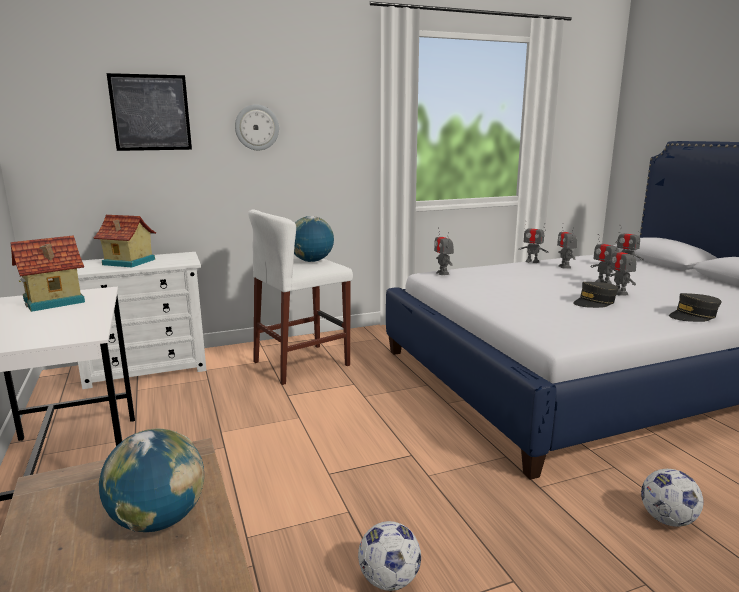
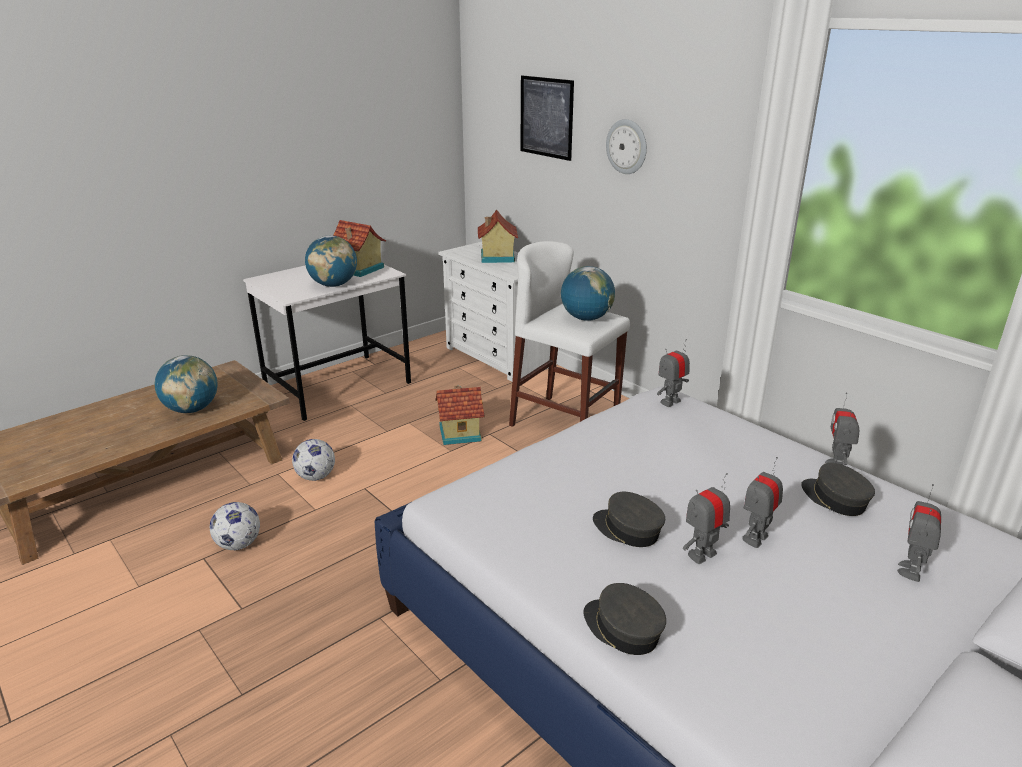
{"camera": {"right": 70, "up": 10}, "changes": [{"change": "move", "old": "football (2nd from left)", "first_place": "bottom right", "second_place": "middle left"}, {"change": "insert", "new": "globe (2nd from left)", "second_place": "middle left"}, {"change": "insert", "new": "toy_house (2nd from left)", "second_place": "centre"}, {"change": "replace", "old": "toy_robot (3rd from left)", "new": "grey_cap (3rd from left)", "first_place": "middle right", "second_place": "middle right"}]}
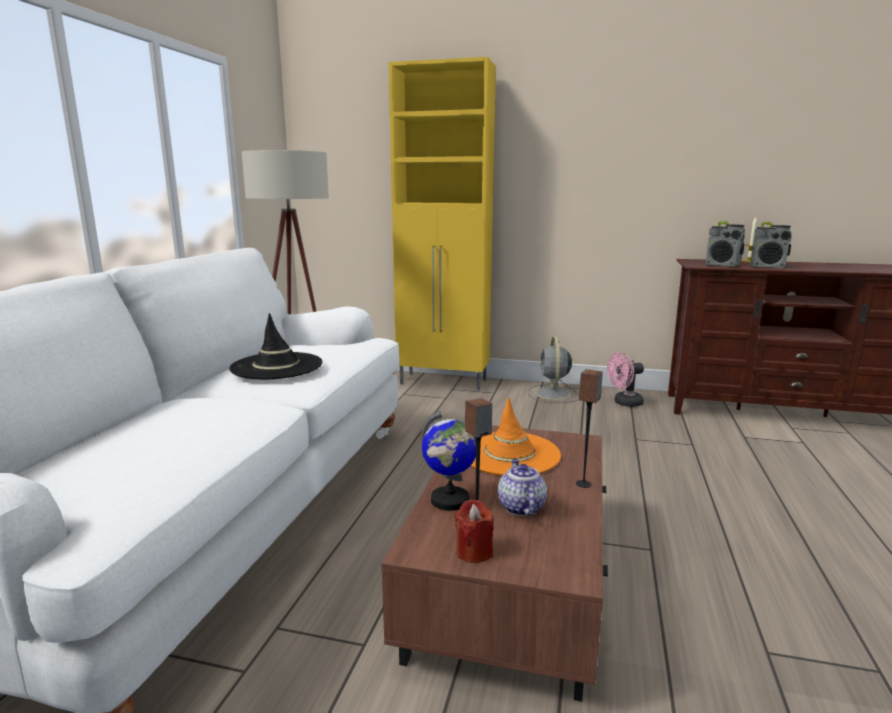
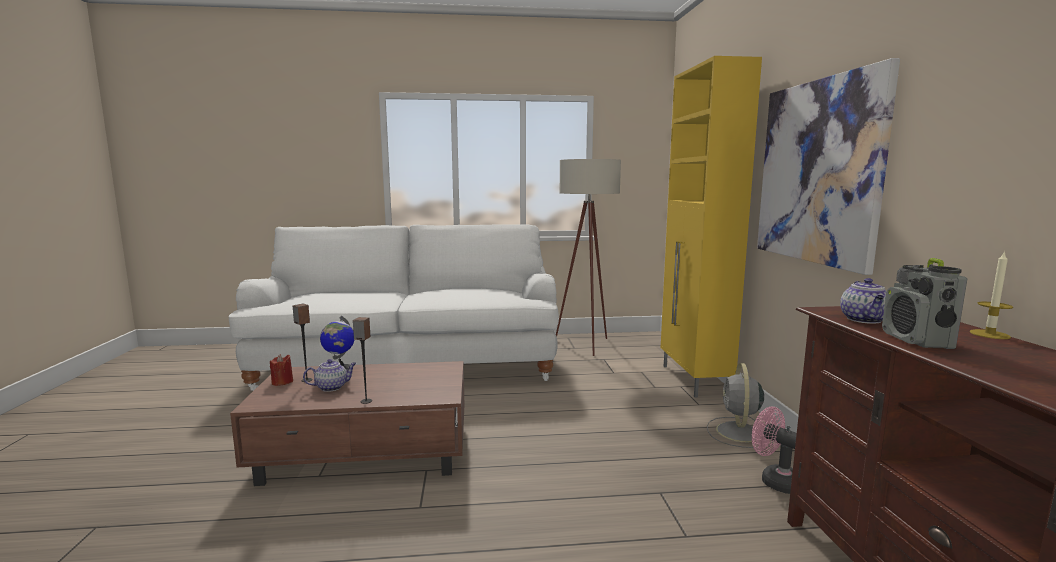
{"camera": {"right": 70, "up": -5}, "changes": [{"change": "rotate", "old": "grey_fan", "first_place": "centre", "second_place": "bottom right", "degrees": -60}, {"change": "insert", "new": "picture", "second_place": "top right"}, {"change": "replace", "old": "radio (1st from left)", "new": "teapot (2nd from left)", "first_place": "middle right", "second_place": "middle right"}, {"change": "delete", "old": "black_hat", "first_place": "middle left"}, {"change": "delete", "old": "orange_hat", "first_place": "centre"}]}
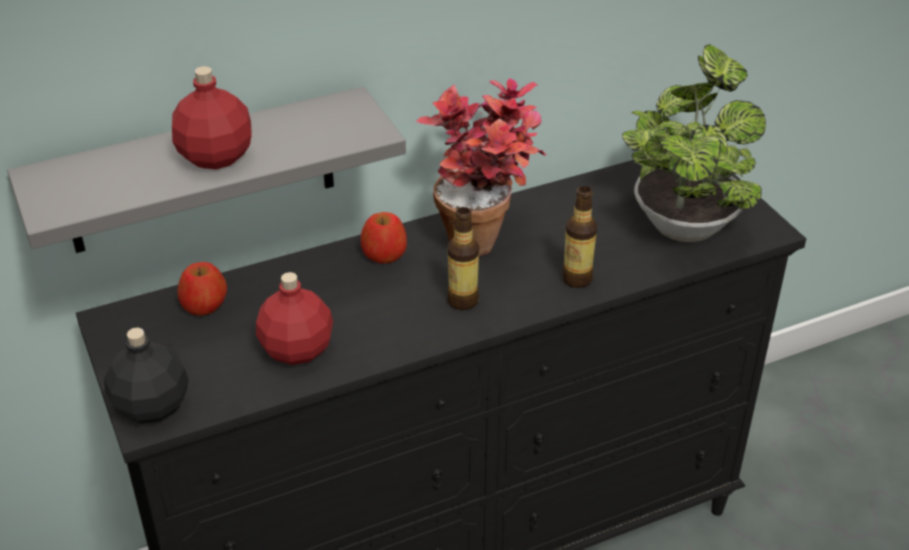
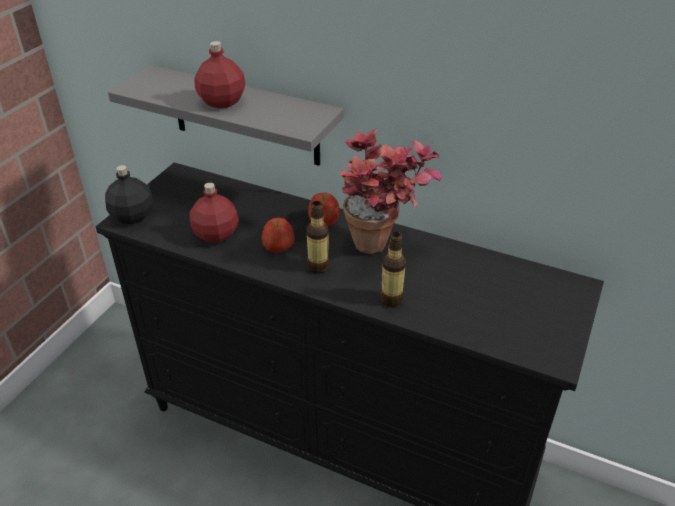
{"camera": {"right": 50, "up": 0}, "changes": [{"change": "move", "old": "apple (1st from left)", "first_place": "middle left", "second_place": "centre"}, {"change": "delete", "old": "potted_plant (2nd from left)", "first_place": "top right"}]}
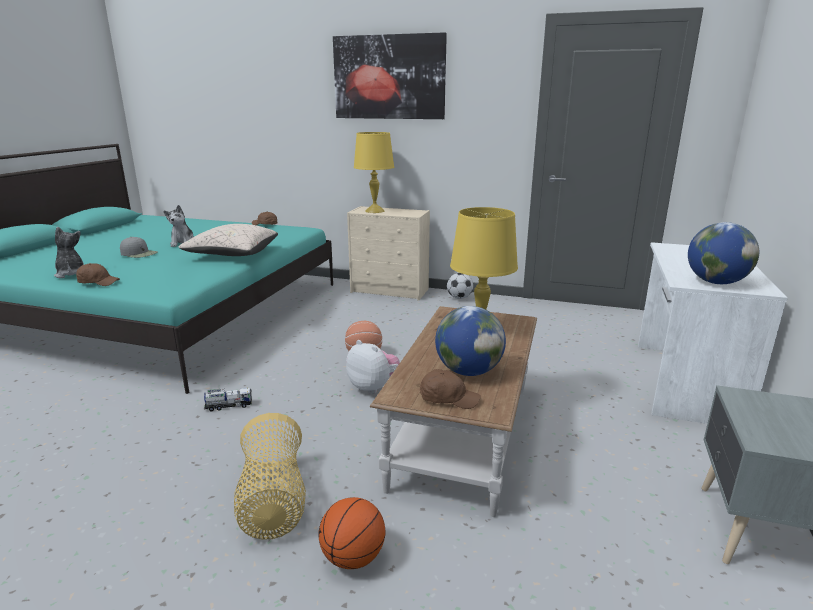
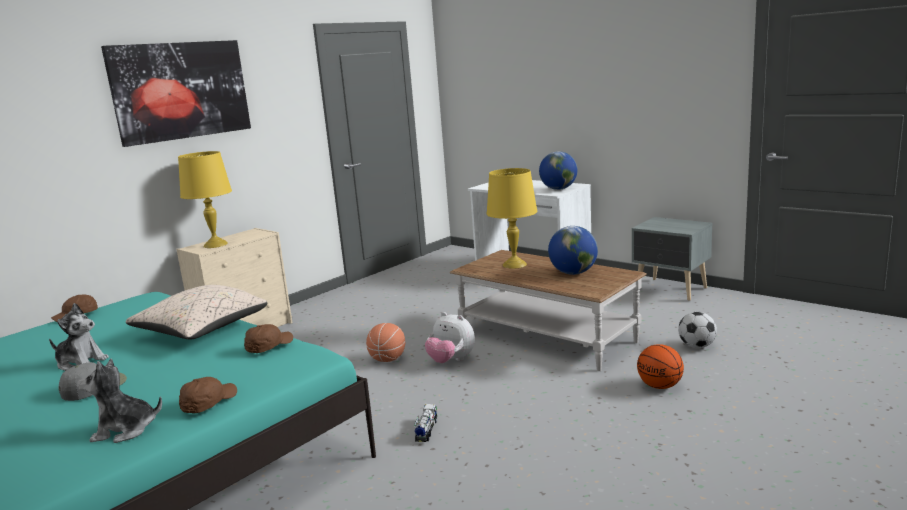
{"camera": {"right": -65, "up": -5}, "changes": [{"change": "move", "old": "brown_cap (3rd from left)", "first_place": "centre", "second_place": "middle left"}, {"change": "rotate", "old": "plush_toy (3rd from left)", "first_place": "centre", "second_place": "centre", "degrees": -120}, {"change": "move", "old": "football", "first_place": "centre", "second_place": "middle right"}, {"change": "delete", "old": "basket", "first_place": "bottom left"}]}
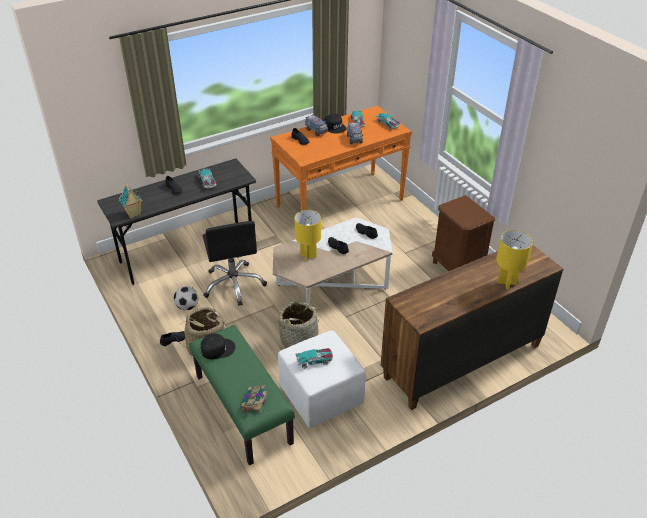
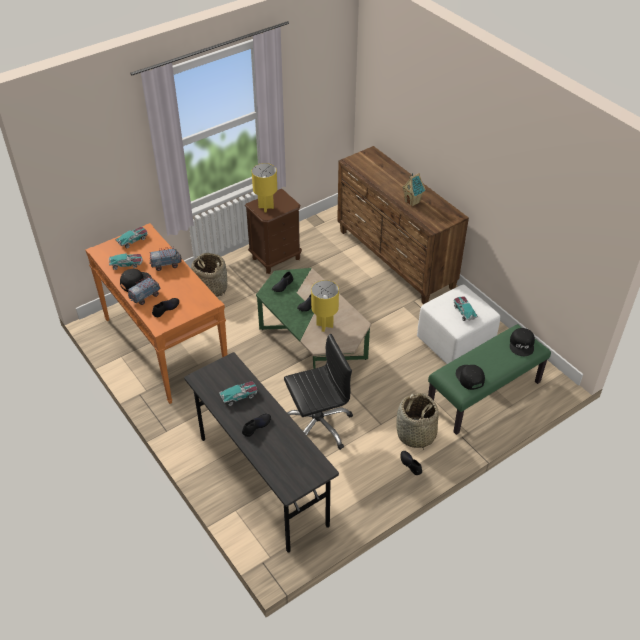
{"camera": {"right": -95, "up": 5}, "changes": [{"change": "move", "old": "basket (2nd from left in the first image)", "new": "basket (1st from left)", "first_place": "centre", "second_place": "middle left"}, {"change": "move", "old": "yellow_table_lamp (2nd from left in the first image)", "new": "yellow_table_lamp (1st from left)", "first_place": "middle right", "second_place": "top centre"}, {"change": "recolor", "old": "white_coffee_table", "new": "green_coffee_table", "first_place": "centre", "second_place": "centre"}, {"change": "move", "old": "toy_house", "first_place": "middle left", "second_place": "top centre"}, {"change": "replace", "old": "book", "new": "black_cap (3rd from left)", "first_place": "bottom centre", "second_place": "middle right"}, {"change": "delete", "old": "football", "first_place": "middle left"}]}
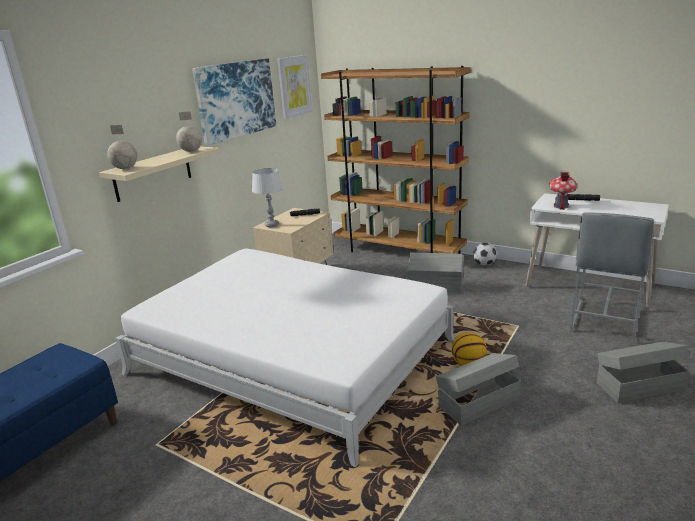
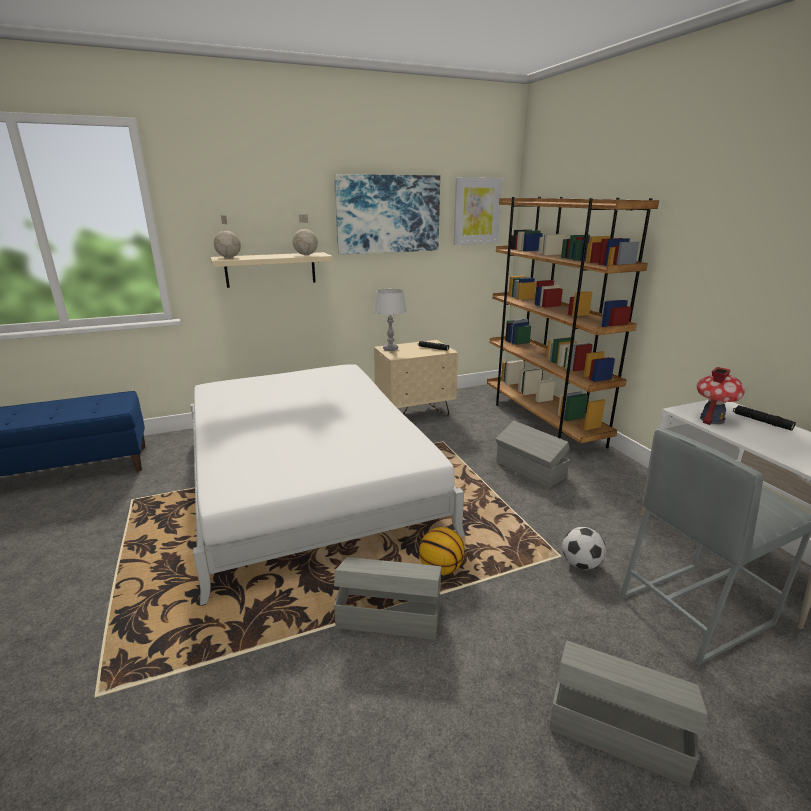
{"camera": {"right": 35, "up": 0}, "changes": [{"change": "move", "old": "football", "first_place": "middle right", "second_place": "bottom right"}]}
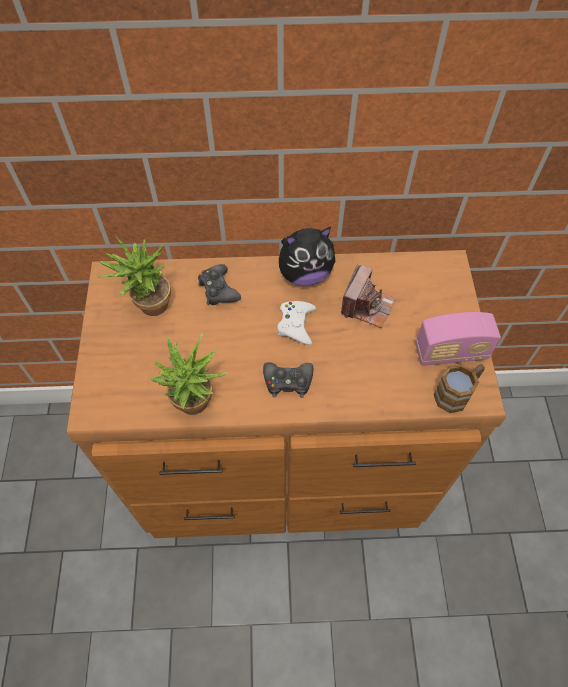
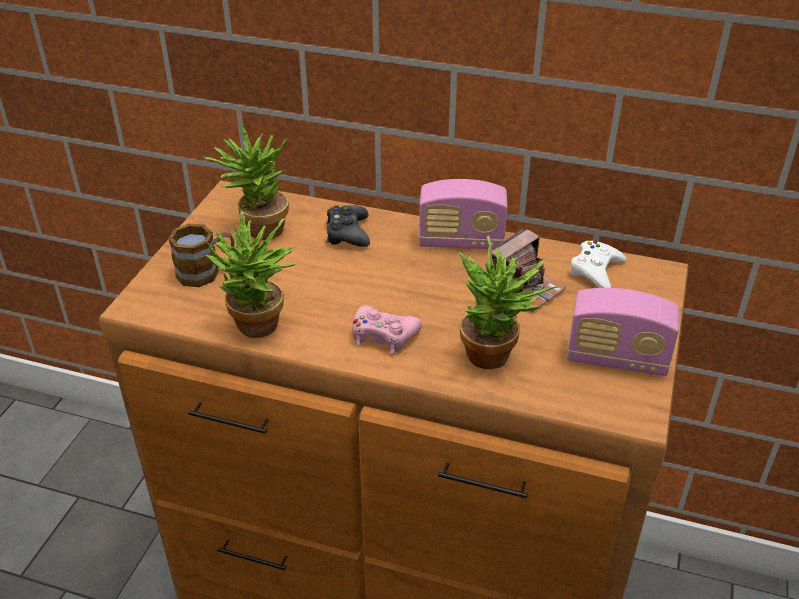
{"camera": {"right": 20, "up": -20}, "changes": [{"change": "move", "old": "mug", "first_place": "middle right", "second_place": "middle left"}, {"change": "recolor", "old": "black_game_controller (2nd from left)", "new": "pink_game_controller", "first_place": "centre", "second_place": "centre"}, {"change": "replace", "old": "plush_toy", "new": "radio (1st from left)", "first_place": "centre", "second_place": "centre"}, {"change": "insert", "new": "potted_plant (3rd from left)", "second_place": "centre"}, {"change": "move", "old": "white_game_controller", "first_place": "centre", "second_place": "middle right"}]}
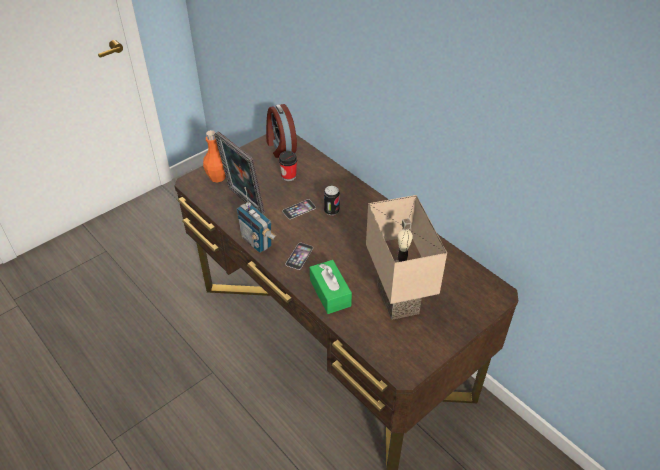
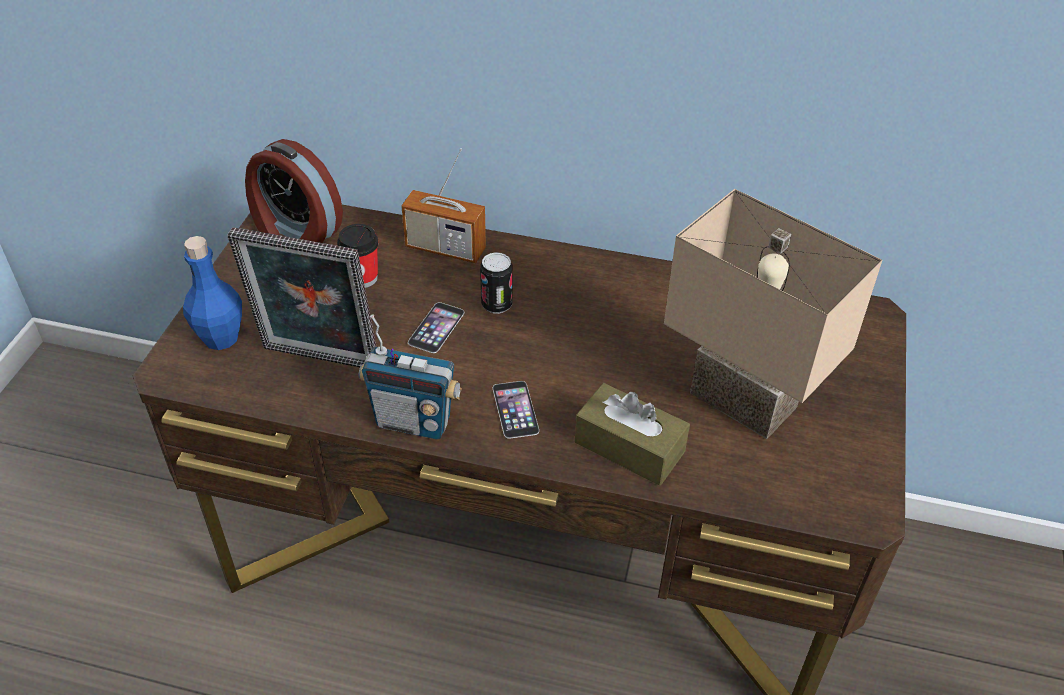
{"camera": {"right": -35, "up": 0}, "changes": [{"change": "recolor", "old": "orange_bottle", "new": "blue_bottle", "first_place": "top left", "second_place": "middle left"}, {"change": "insert", "new": "radio (2nd from left)", "second_place": "top centre"}, {"change": "recolor", "old": "green_tissue_box", "new": "brown_tissue_box", "first_place": "centre", "second_place": "centre"}]}
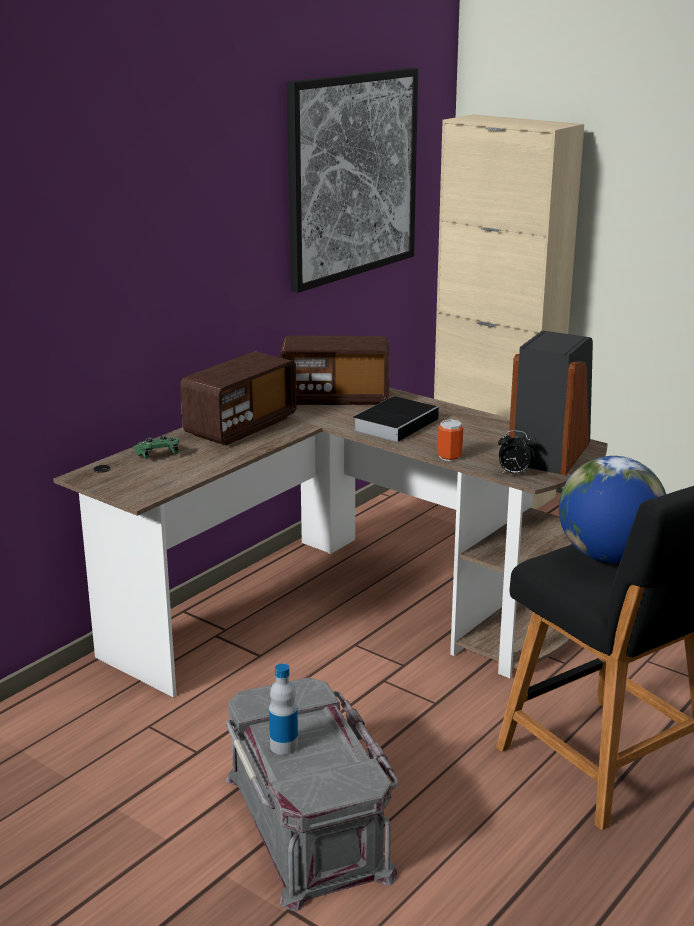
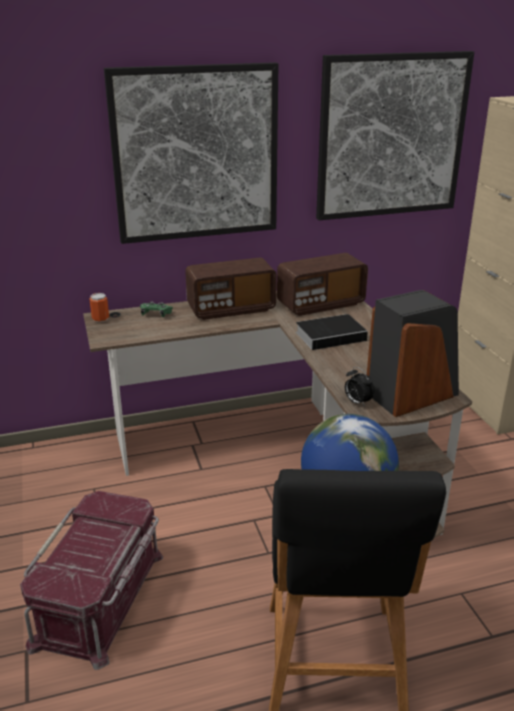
{"camera": {"right": 35, "up": 5}, "changes": [{"change": "recolor", "old": "grey_storage_box", "new": "red_storage_box", "first_place": "bottom centre", "second_place": "bottom left"}, {"change": "move", "old": "can", "first_place": "centre", "second_place": "middle left"}, {"change": "insert", "new": "picture (1st from left)", "second_place": "top centre"}, {"change": "rotate", "old": "radio (2nd from left)", "first_place": "centre", "second_place": "centre", "degrees": -60}, {"change": "delete", "old": "bottle", "first_place": "bottom centre"}]}
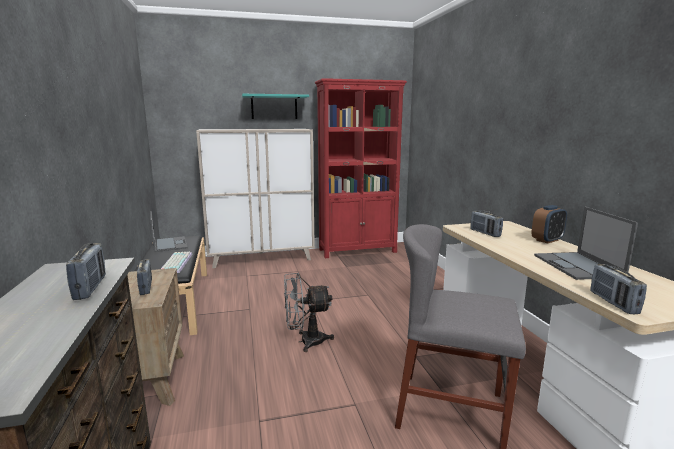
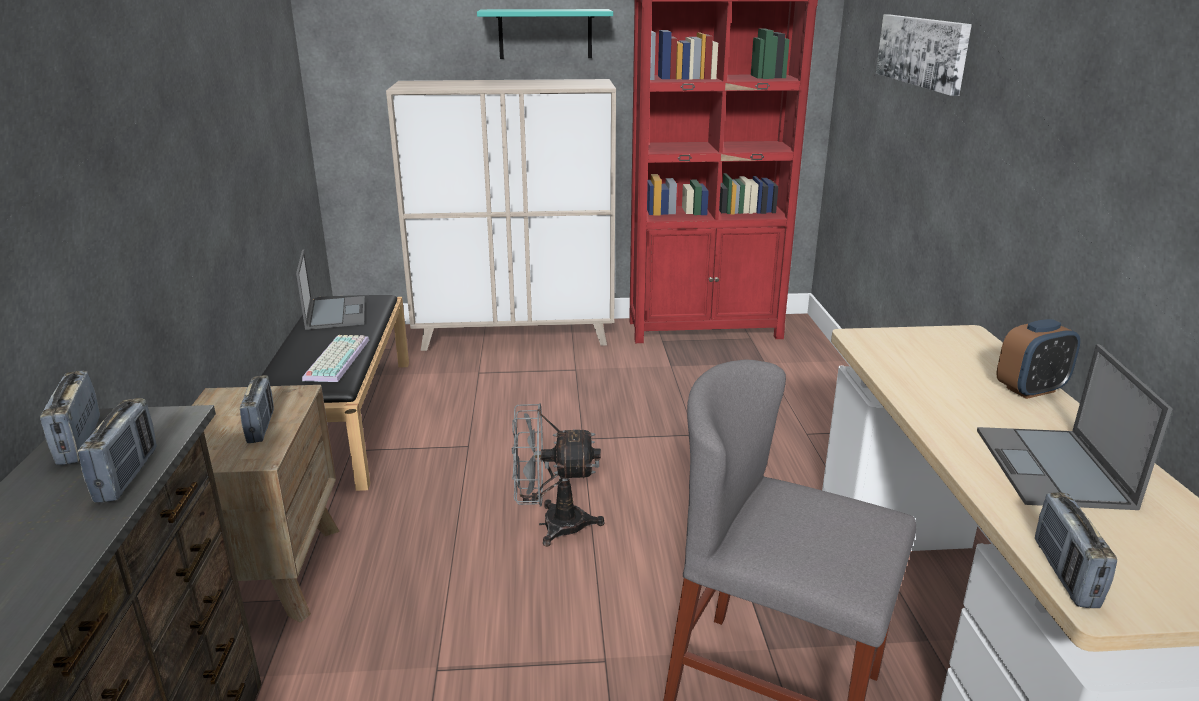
{"camera": {"right": 10, "up": 10}, "changes": [{"change": "move", "old": "radio (3rd from left in the first image)", "new": "radio (1st from left)", "first_place": "middle right", "second_place": "middle left"}, {"change": "insert", "new": "picture", "second_place": "top right"}]}
